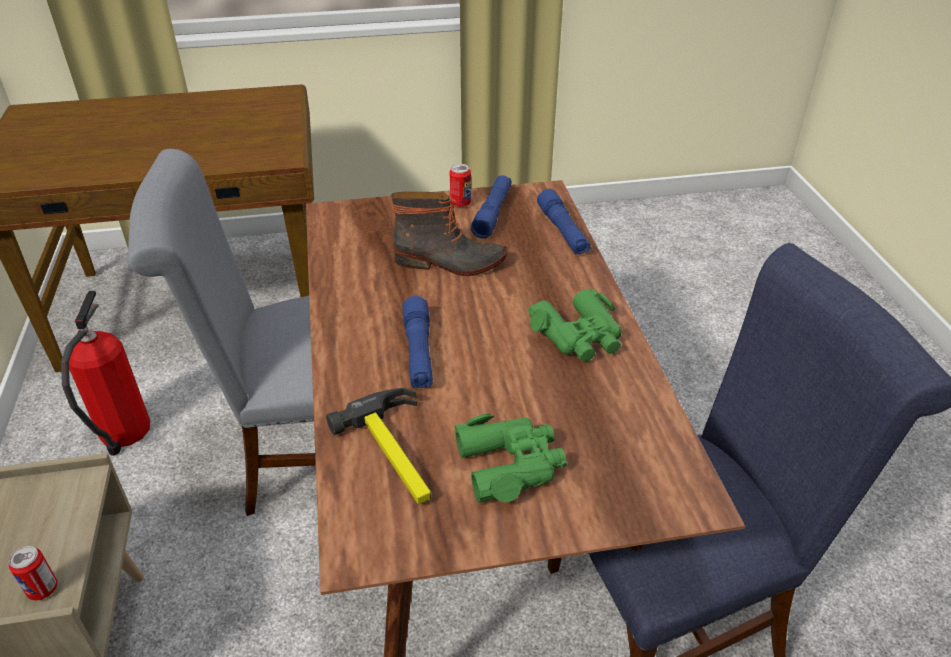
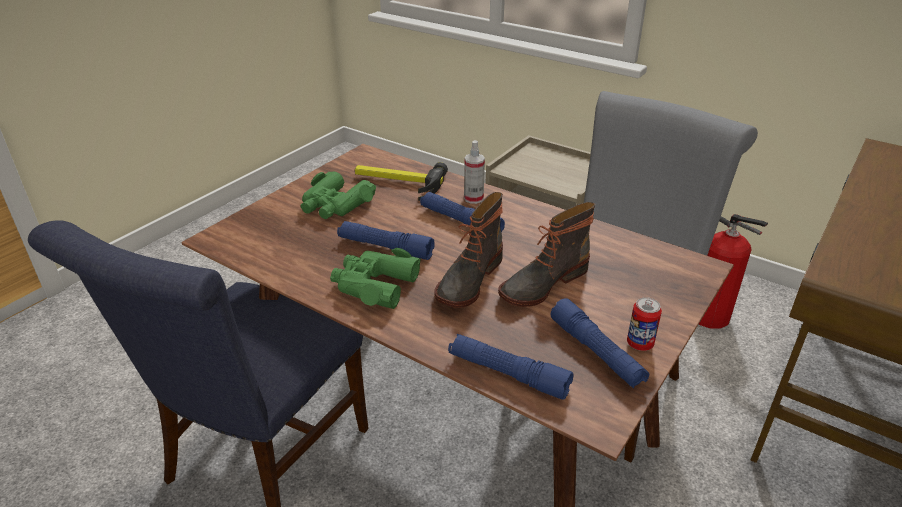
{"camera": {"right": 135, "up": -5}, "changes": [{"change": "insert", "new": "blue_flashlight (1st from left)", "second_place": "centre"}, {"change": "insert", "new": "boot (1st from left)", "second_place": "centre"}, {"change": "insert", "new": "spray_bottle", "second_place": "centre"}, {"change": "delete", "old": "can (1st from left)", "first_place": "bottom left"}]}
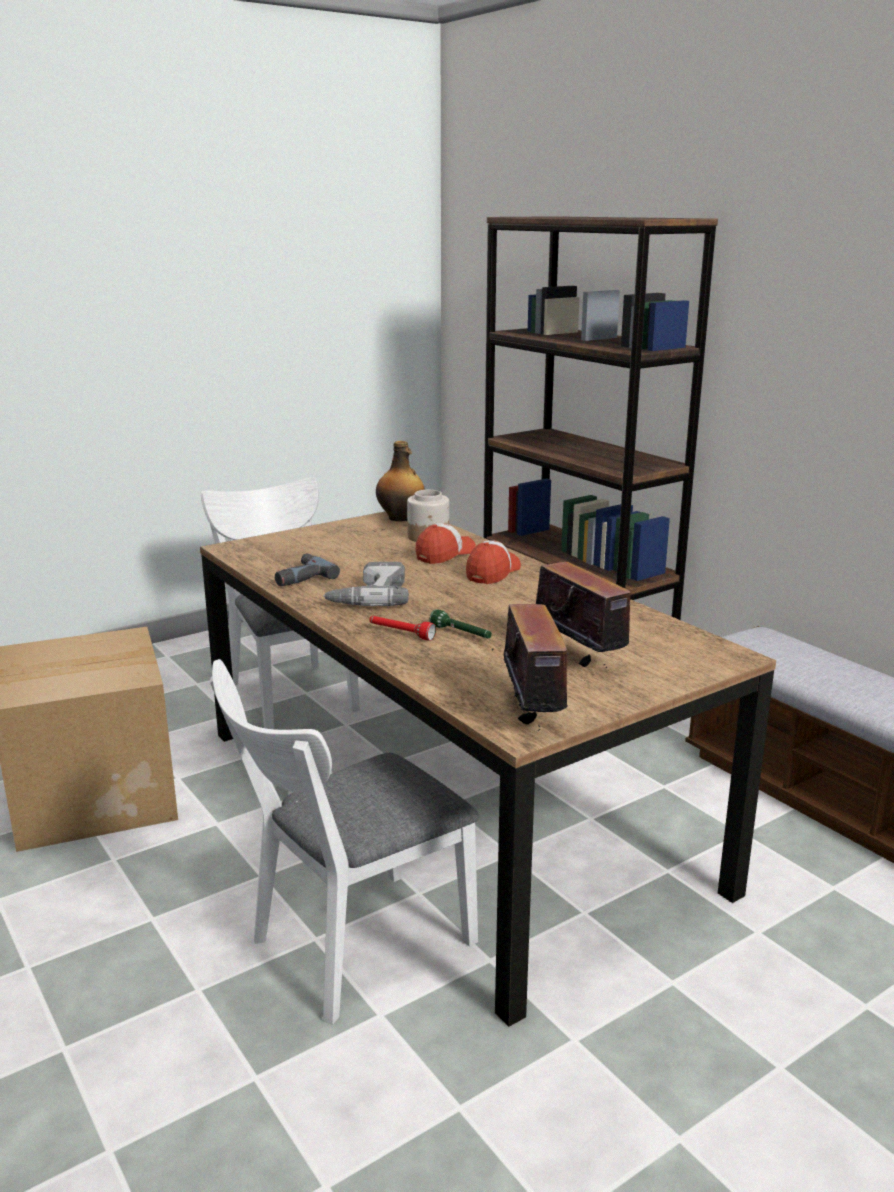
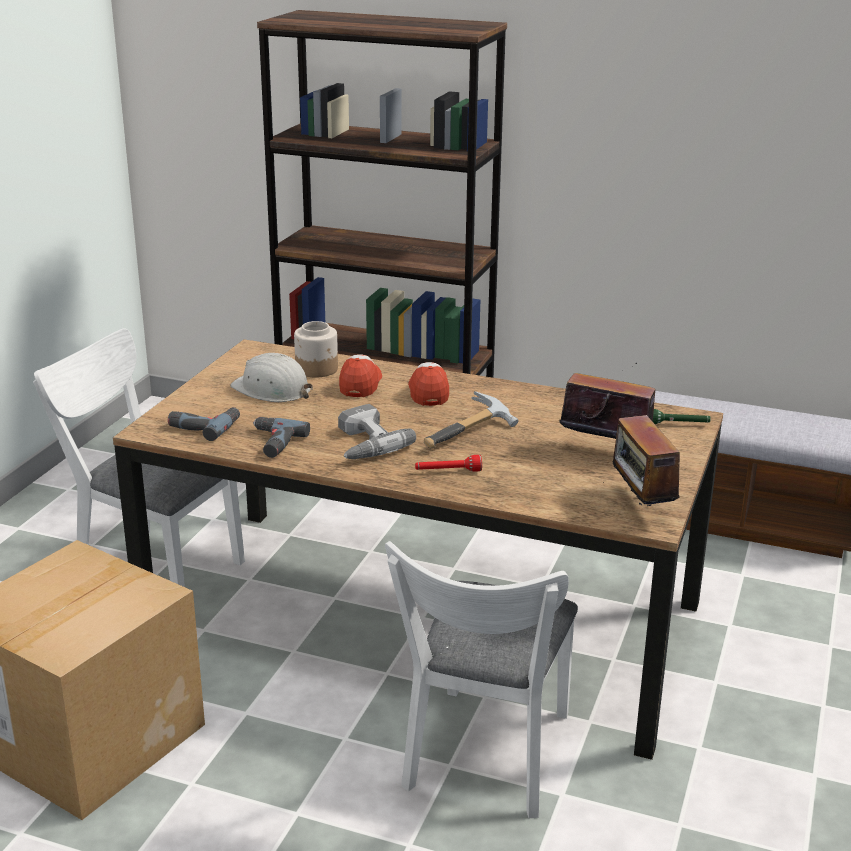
{"camera": {"right": -35, "up": 5}, "changes": [{"change": "insert", "new": "power_drill (1st from left)", "second_place": "middle left"}, {"change": "insert", "new": "white_hard_hat", "second_place": "middle left"}, {"change": "insert", "new": "hammer", "second_place": "centre"}, {"change": "rotate", "old": "radio (1st from left in the first image)", "first_place": "centre", "second_place": "middle right", "degrees": -150}, {"change": "move", "old": "green_flashlight", "first_place": "centre", "second_place": "middle right"}, {"change": "delete", "old": "bottle", "first_place": "centre"}]}
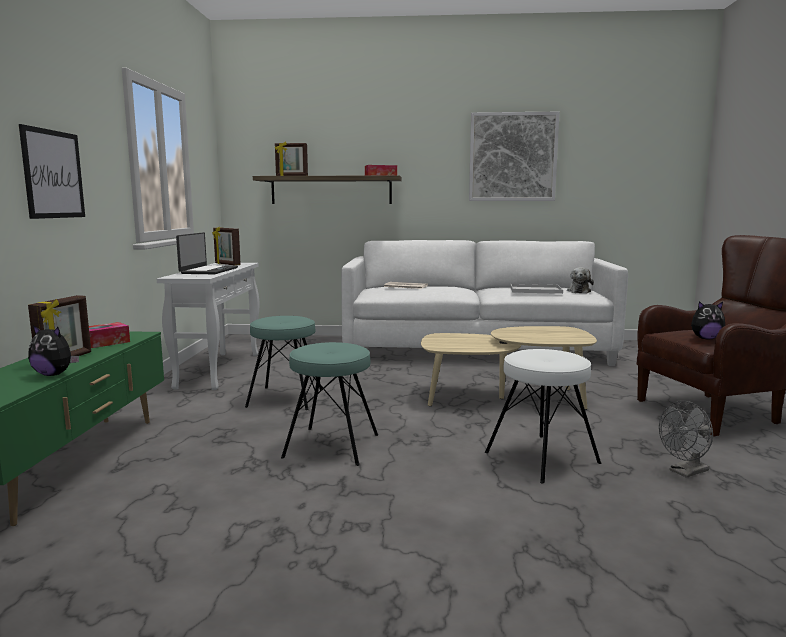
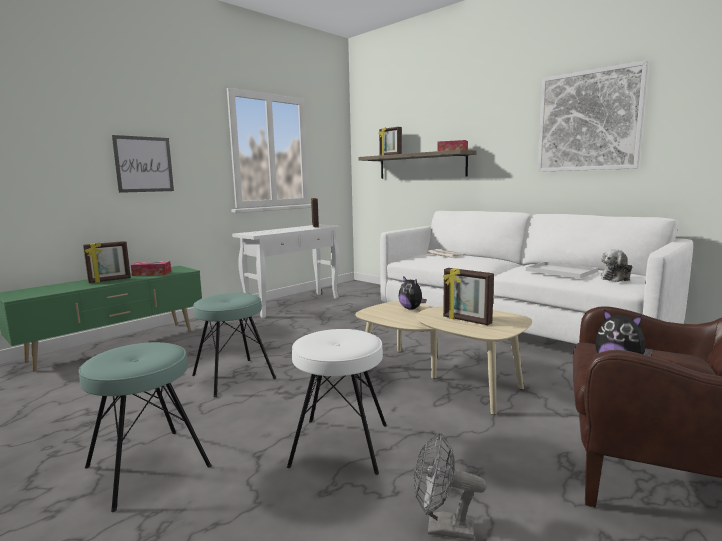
{"camera": {"right": 40, "up": 0}, "changes": [{"change": "move", "old": "turquoise_stool (1st from left)", "first_place": "centre", "second_place": "bottom left"}, {"change": "move", "old": "plush_toy (1st from left)", "first_place": "middle left", "second_place": "centre"}, {"change": "insert", "new": "picture_frame (4th from left)", "second_place": "centre"}, {"change": "delete", "old": "laptop", "first_place": "middle left"}]}
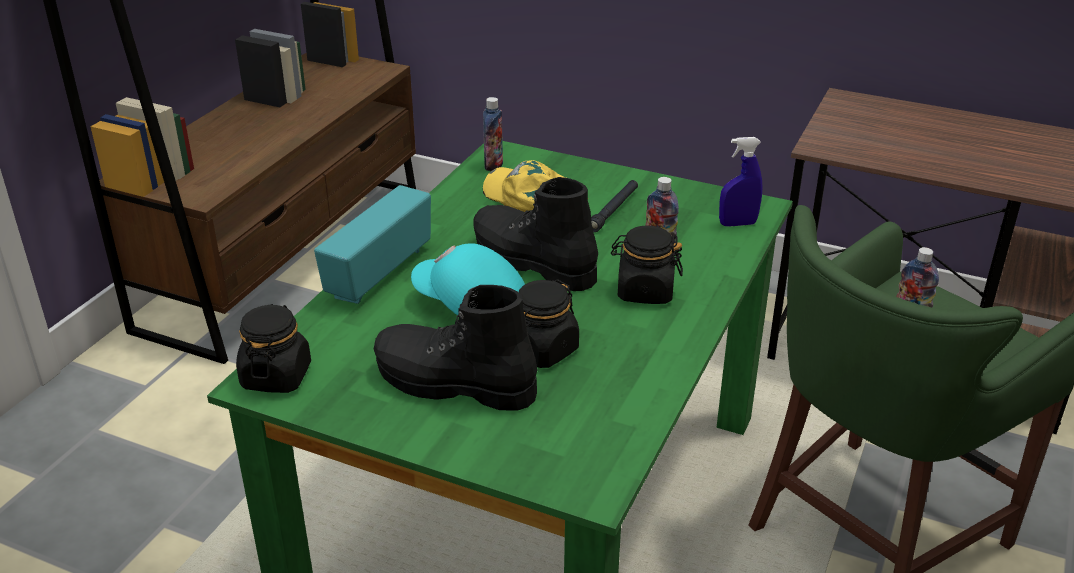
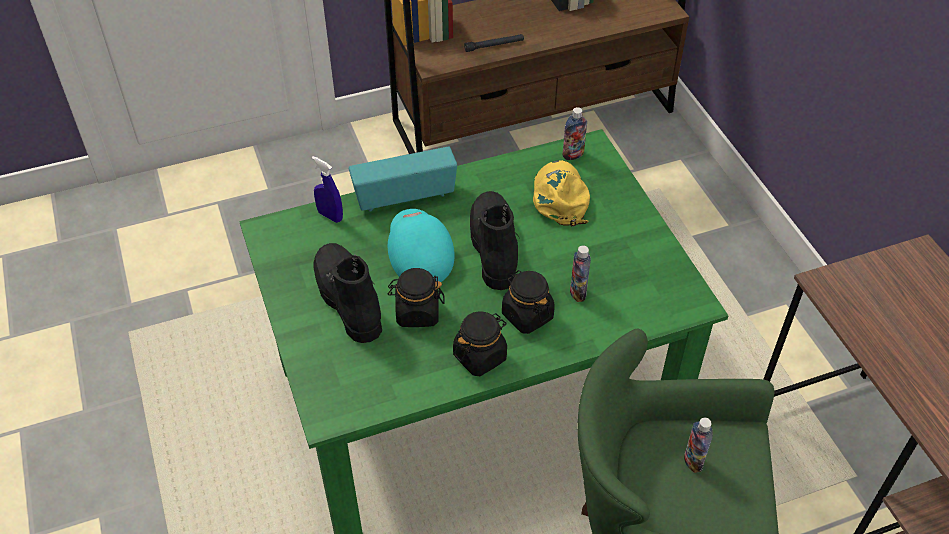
{"camera": {"right": 45, "up": 15}, "changes": [{"change": "move", "old": "blue_spray_bottle", "first_place": "top right", "second_place": "centre"}, {"change": "move", "old": "black_jar (1st from left in the first image)", "new": "black_jar (2nd from left)", "first_place": "middle left", "second_place": "centre"}, {"change": "move", "old": "black_flashlight", "first_place": "centre", "second_place": "top centre"}]}
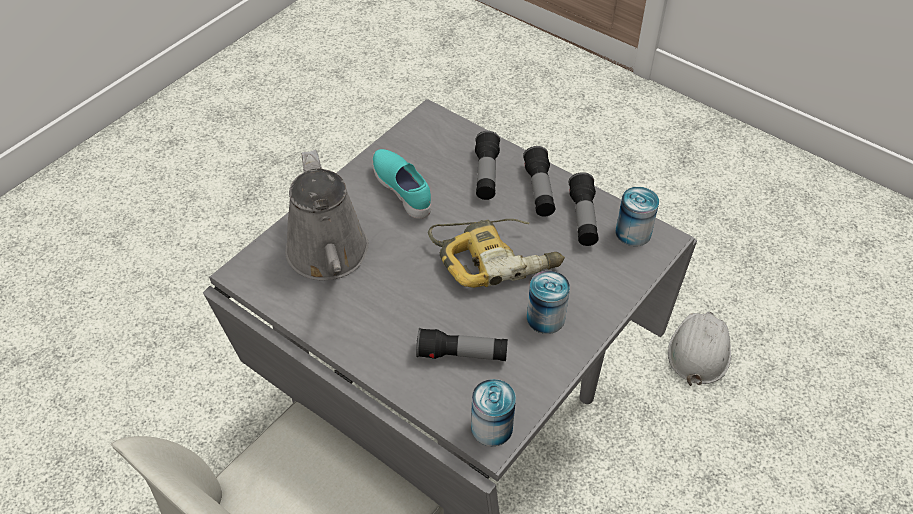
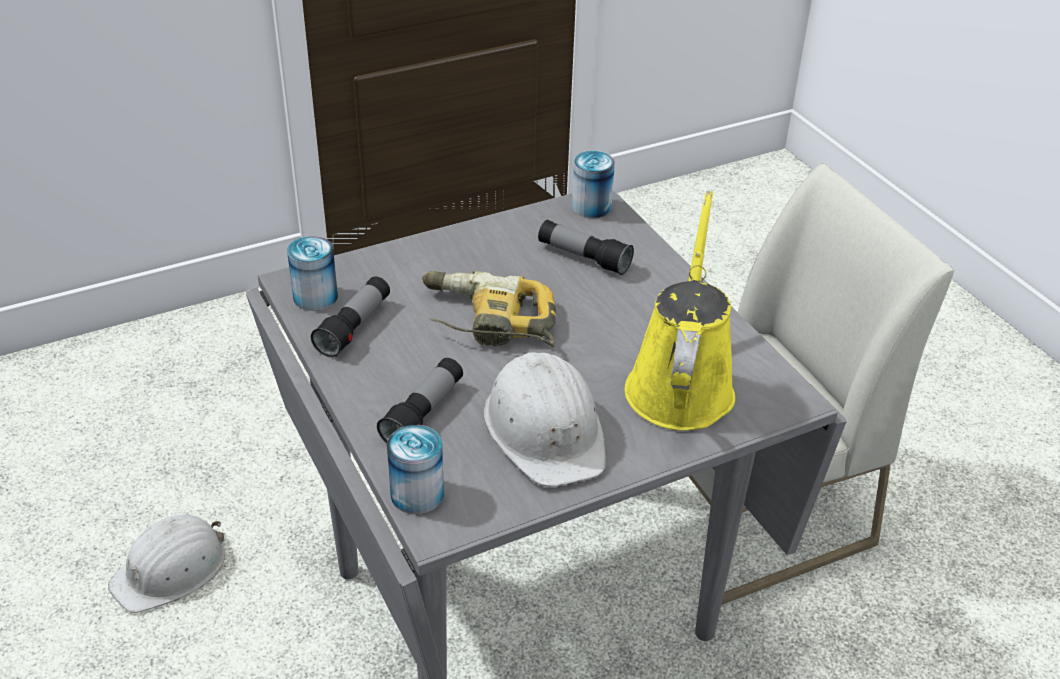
{"camera": {"right": -155, "up": -10}, "changes": [{"change": "move", "old": "can (2nd from left)", "first_place": "centre", "second_place": "bottom centre"}, {"change": "replace", "old": "turquoise_shoe", "new": "white_hard_hat (2nd from left)", "first_place": "centre", "second_place": "centre"}, {"change": "recolor", "old": "grey_watering_can", "new": "yellow_watering_can", "first_place": "centre", "second_place": "centre"}, {"change": "delete", "old": "flashlight (3rd from left)", "first_place": "centre"}]}
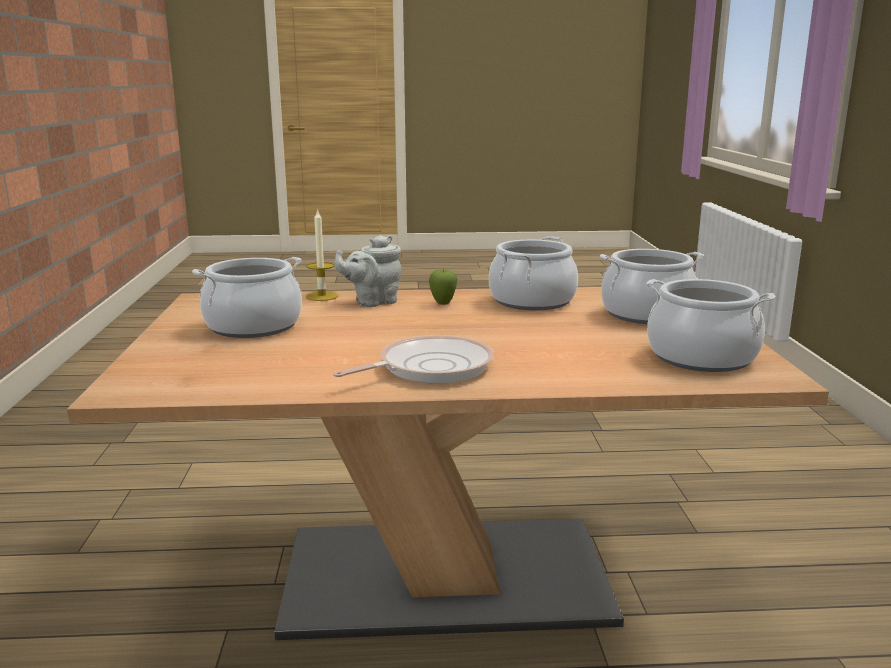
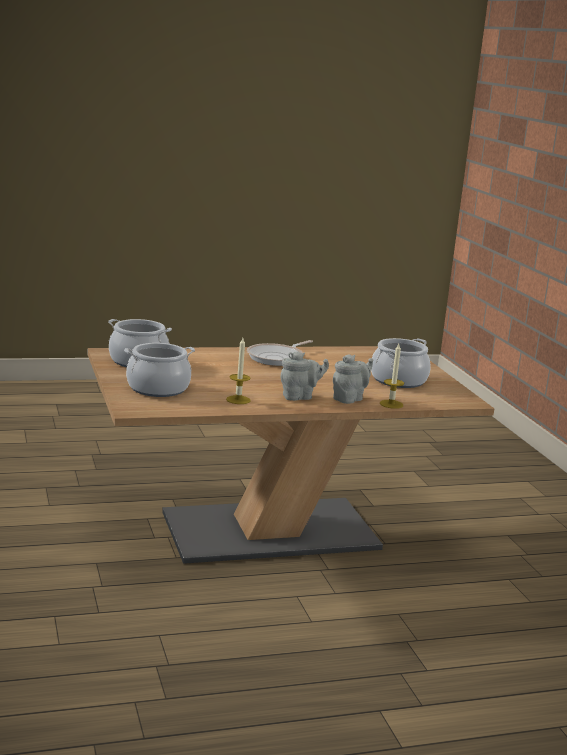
{"camera": {"right": 165, "up": 0}, "changes": [{"change": "replace", "old": "cooking_pot (2nd from left)", "new": "candle (1st from left)", "first_place": "centre", "second_place": "centre"}, {"change": "replace", "old": "apple", "new": "grey_teapot (1st from left)", "first_place": "centre", "second_place": "centre"}]}
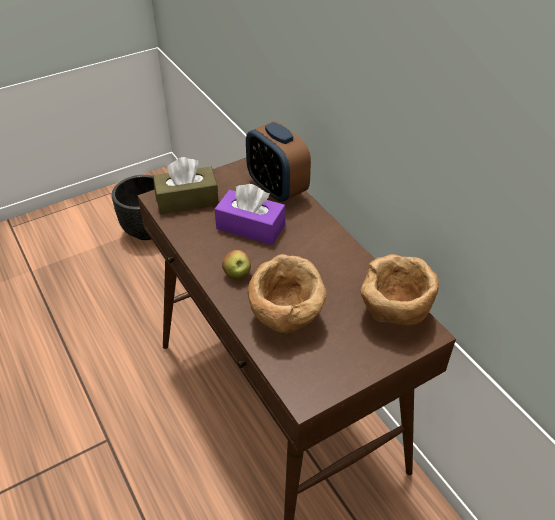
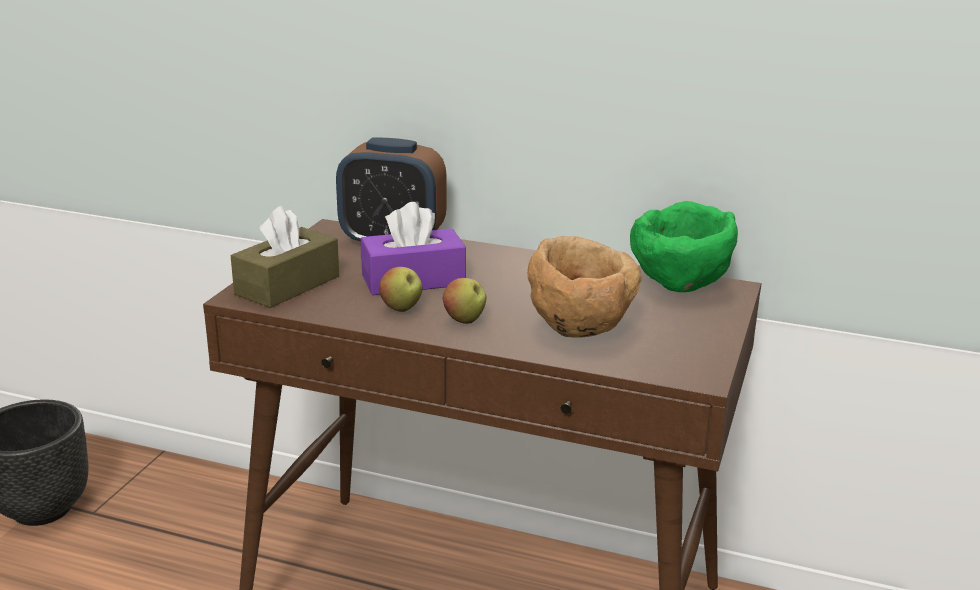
{"camera": {"right": -40, "up": -20}, "changes": [{"change": "insert", "new": "apple (1st from left)", "second_place": "centre"}, {"change": "recolor", "old": "brown_bowl (2nd from left)", "new": "green_bowl", "first_place": "middle right", "second_place": "middle right"}]}
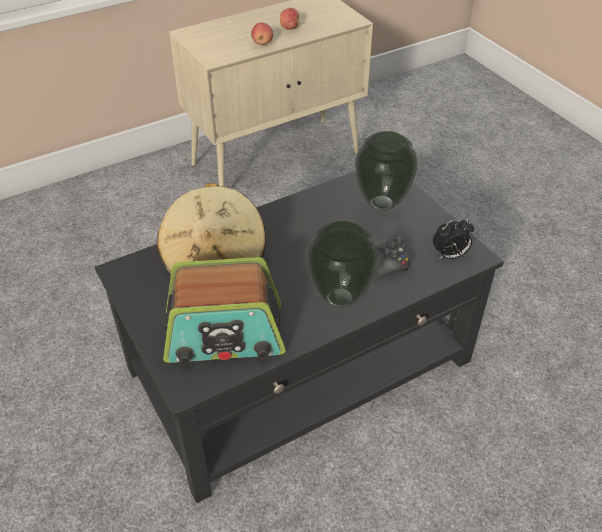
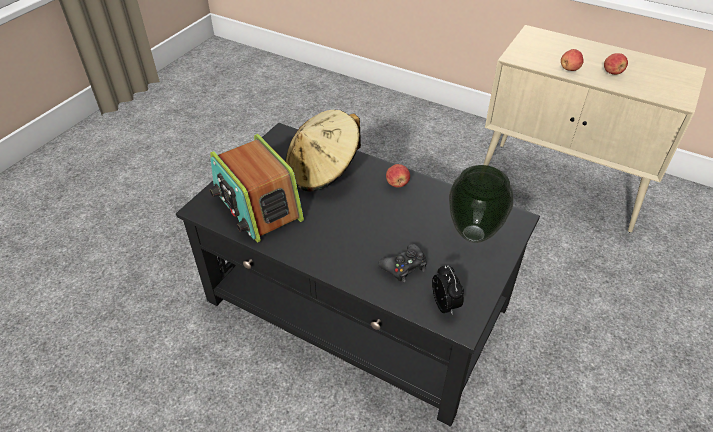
{"camera": {"right": 60, "up": 0}, "changes": [{"change": "insert", "new": "apple (1st from left)", "second_place": "centre"}, {"change": "rotate", "old": "alarm_clock", "first_place": "middle right", "second_place": "bottom centre", "degrees": -150}, {"change": "delete", "old": "vase (1st from left)", "first_place": "centre"}]}
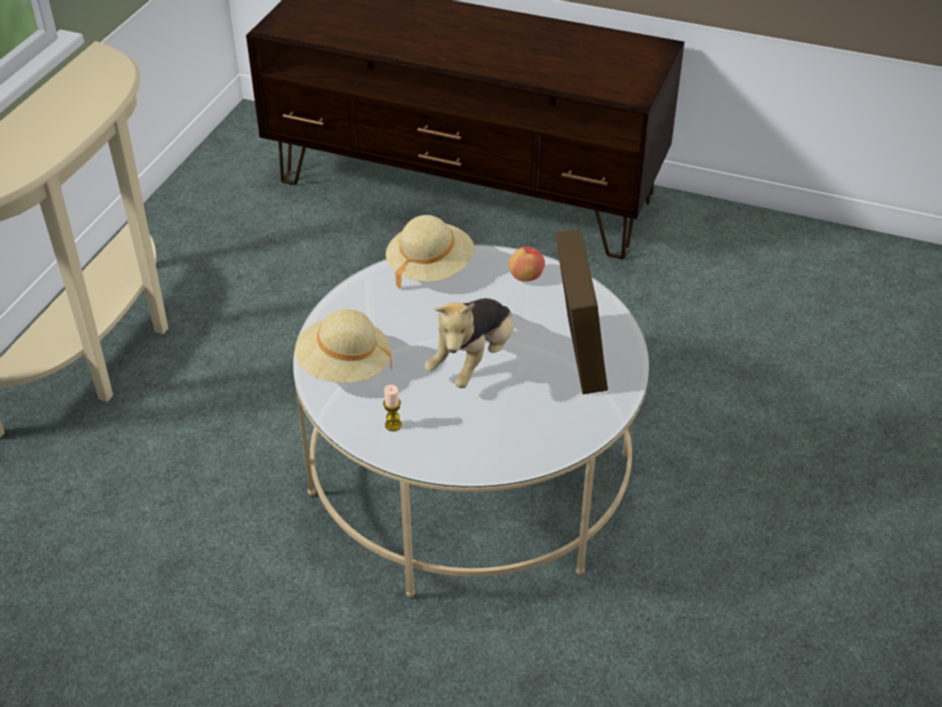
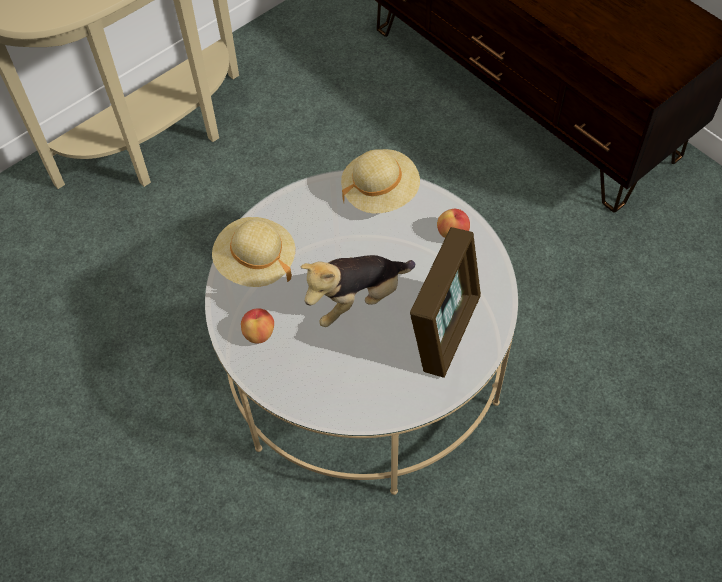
{"camera": {"right": 30, "up": 15}, "changes": [{"change": "replace", "old": "candle", "new": "apple (1st from left)", "first_place": "centre", "second_place": "centre"}]}
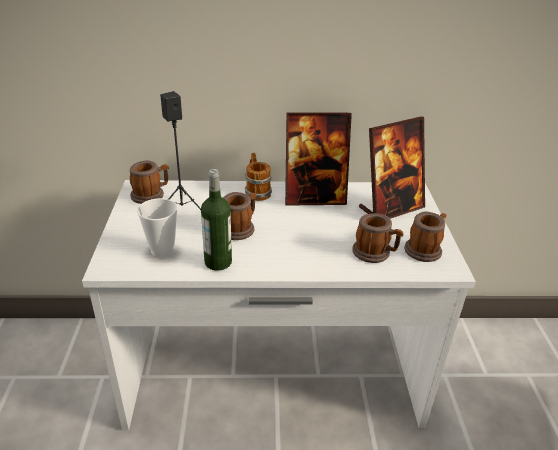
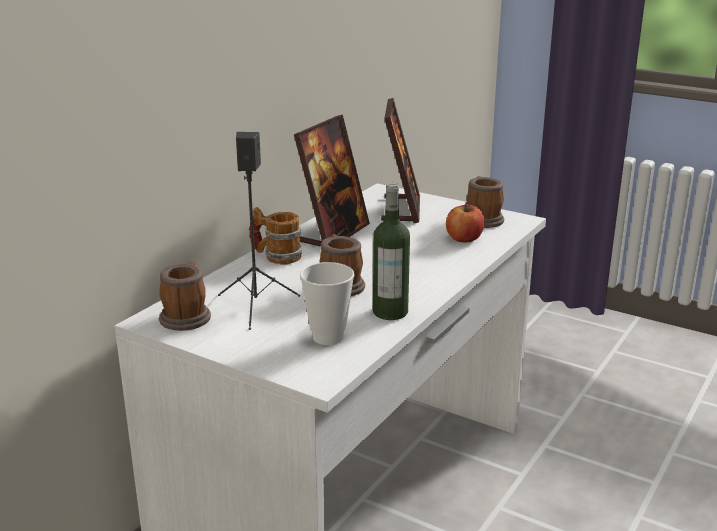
{"camera": {"right": -55, "up": -10}, "changes": [{"change": "replace", "old": "mug (4th from left)", "new": "apple", "first_place": "middle right", "second_place": "centre"}]}
